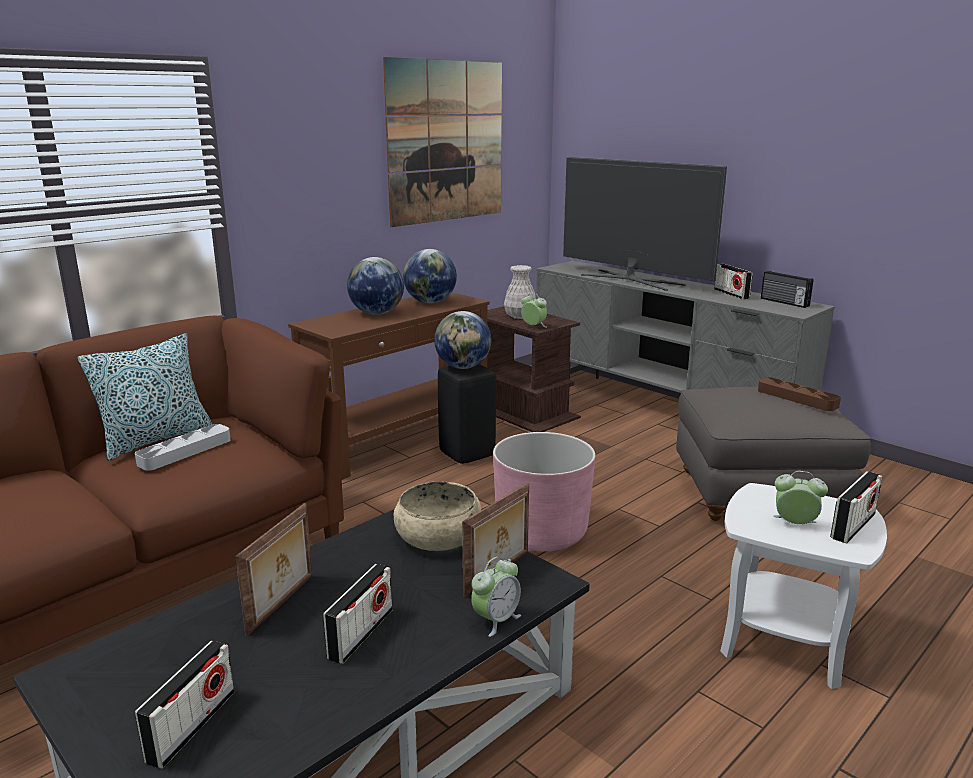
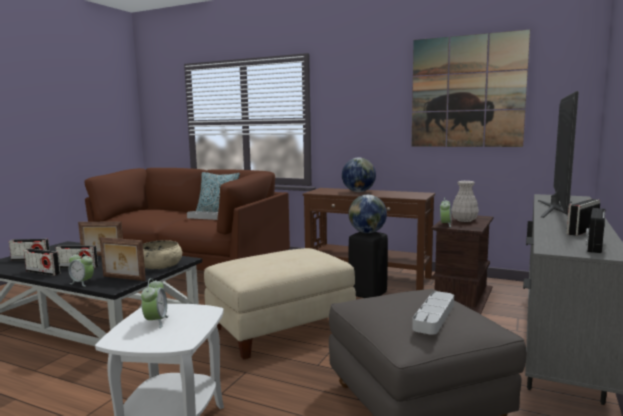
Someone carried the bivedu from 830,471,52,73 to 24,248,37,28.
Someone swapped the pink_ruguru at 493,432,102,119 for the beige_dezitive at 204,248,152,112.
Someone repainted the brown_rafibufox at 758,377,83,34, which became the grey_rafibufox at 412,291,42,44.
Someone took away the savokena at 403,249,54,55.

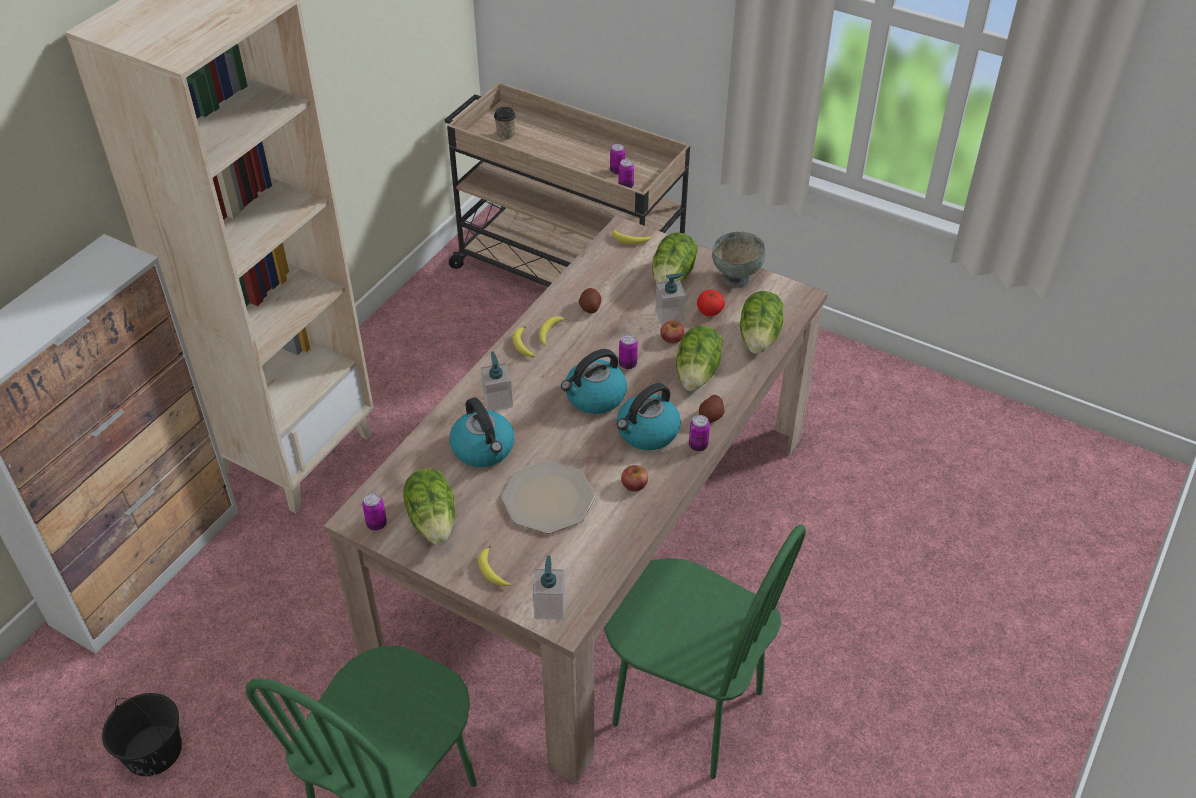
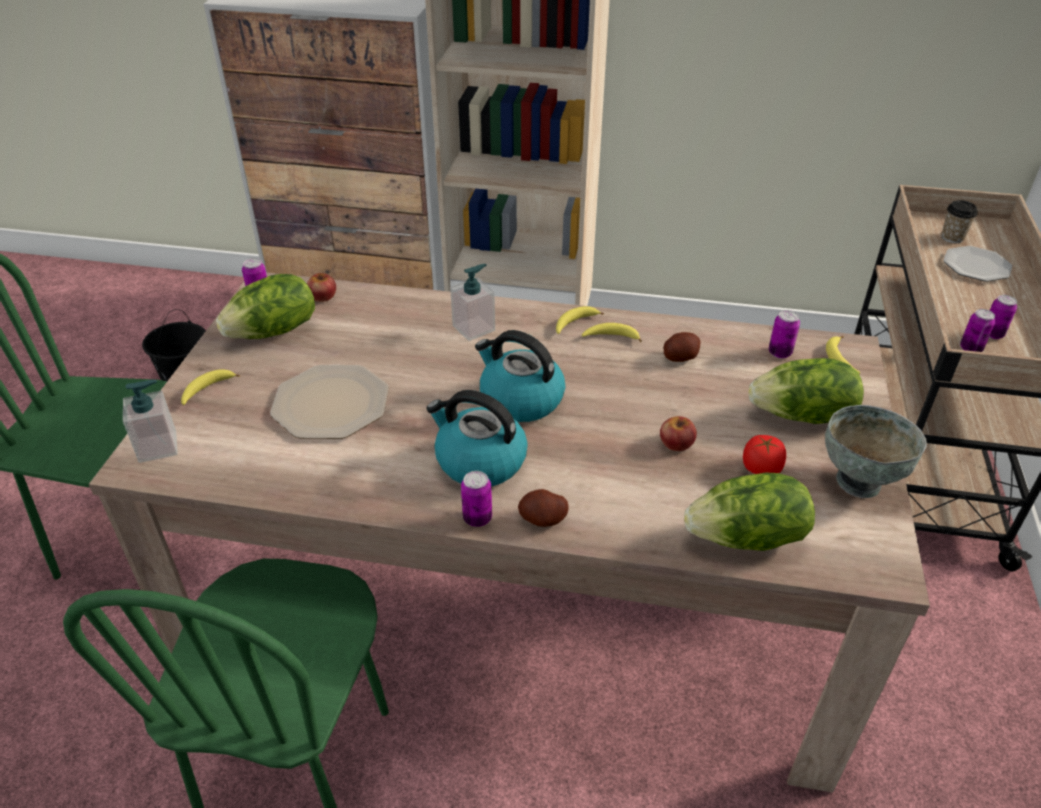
Someone carried the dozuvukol from 621,465,27,27 to 307,273,29,29.
Someone carried the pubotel from 619,334,19,35 to 769,310,31,48.
Someone put down the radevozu at 943,246,69,36.
Someone took away the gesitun at 449,397,65,70.
Someone took away the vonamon at 655,273,31,52.
Someone took away the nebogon at 676,326,46,65.

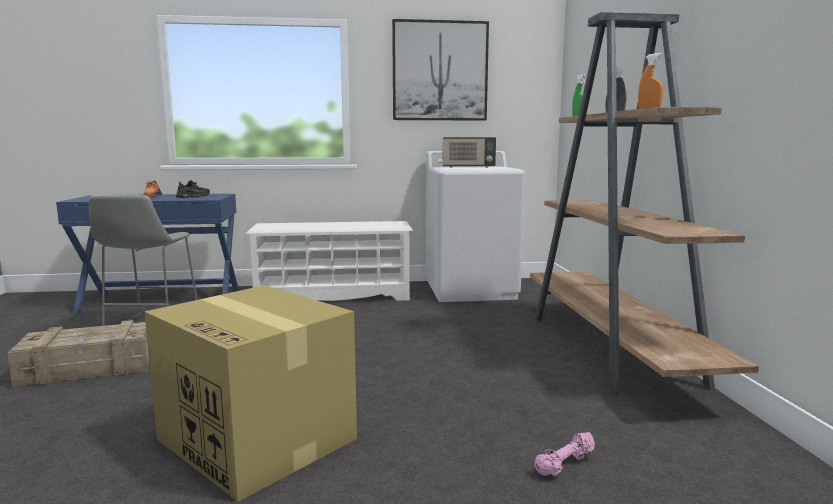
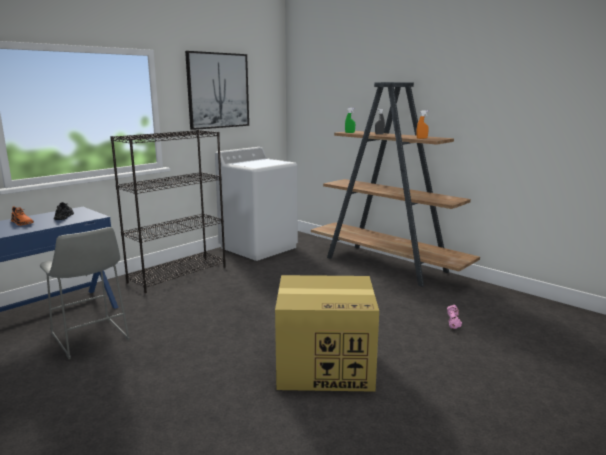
Someone swapped the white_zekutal at 246,221,167,80 for the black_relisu at 110,130,116,163.
Someone took away the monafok at 7,320,142,67.
Someone took away the bivedu at 442,137,54,31.

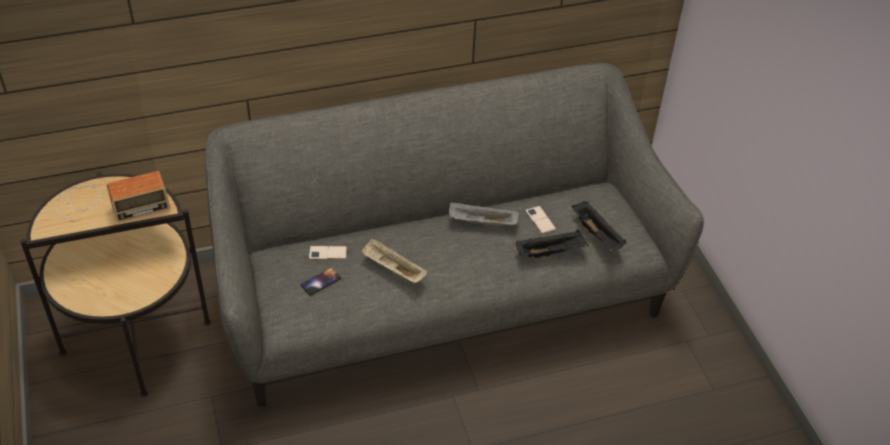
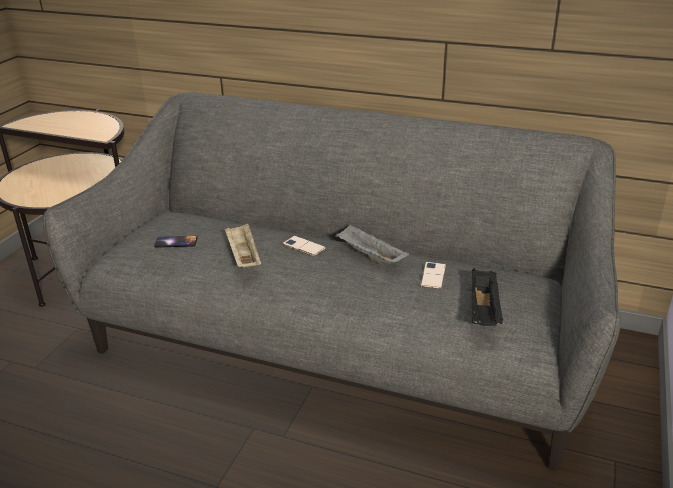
Someone carried the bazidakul from 309,246,38,14 to 282,236,44,20.
Someone took away the bivedu at 56,171,114,51.
Someone took away the black_rafibufox at 516,229,73,29.

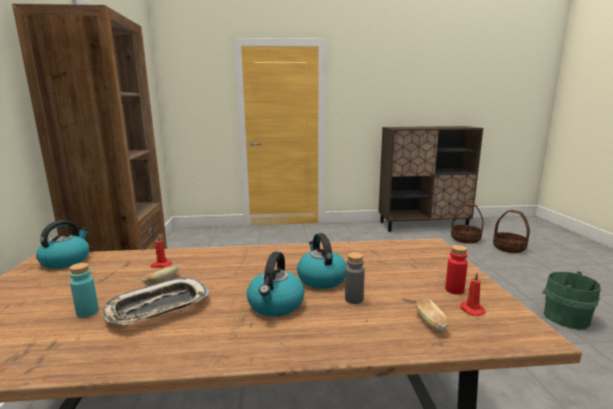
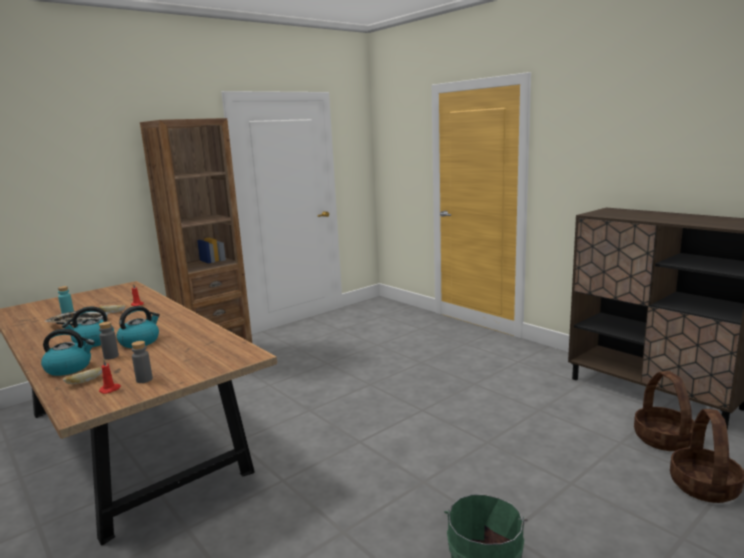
Someone carried the gesitun from 36,220,53,49 to 41,329,54,47.
Someone repainted the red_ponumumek at 445,245,23,50, which became the grey_ponumumek at 131,341,22,42.

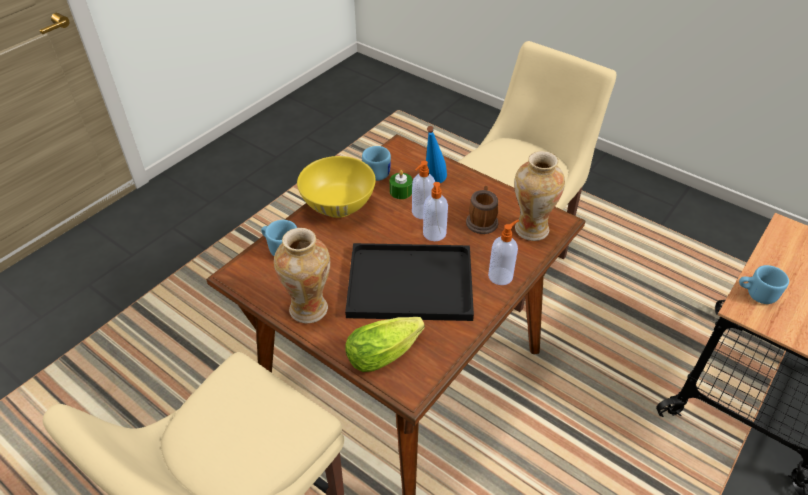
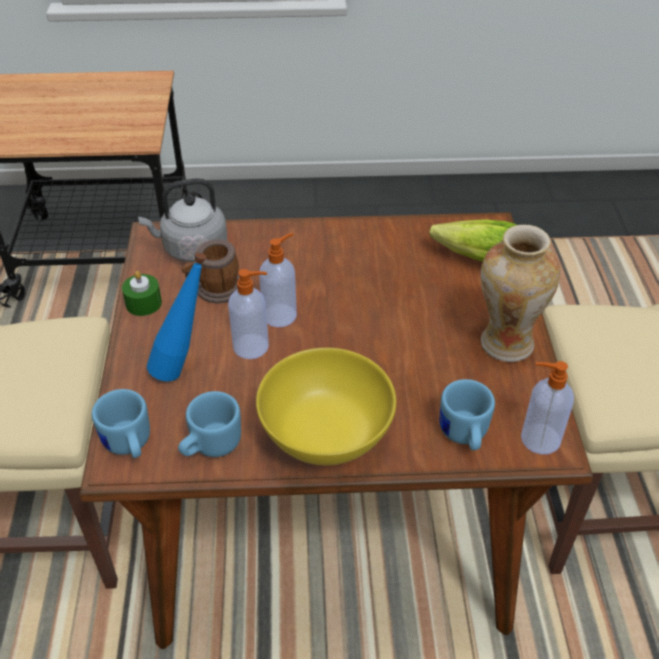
Someone carried the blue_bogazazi from 739,265,50,39 to 92,389,58,69.
Someone carried the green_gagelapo from 390,170,23,29 to 122,271,40,45.
Someone swapped the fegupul at 514,151,51,90 for the grey_gesitun at 138,178,89,84.
Someone carried the vonamon from 488,220,31,65 to 521,361,53,94.
Someone took away the black_rafibufox at 345,243,129,78.

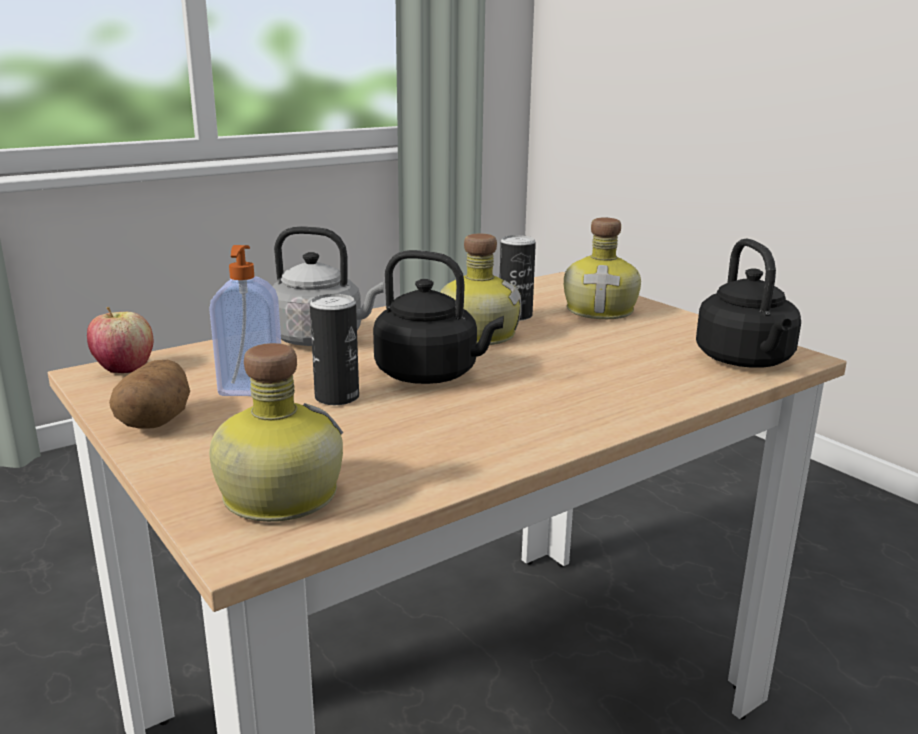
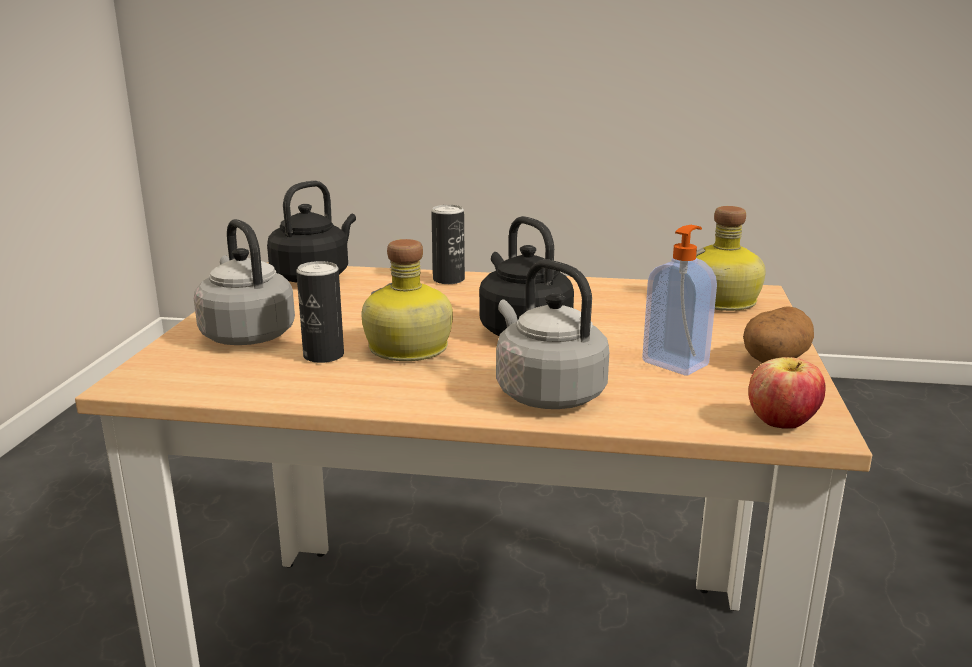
Someone swapped the ponumumek at 564,218,77,101 for the grey_gesitun at 194,219,101,126.
Someone carried the pubotel from 310,294,49,111 to 431,205,34,79.

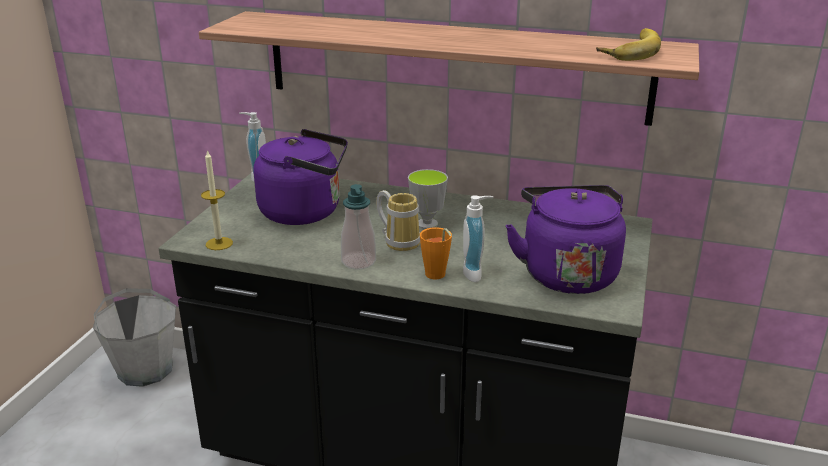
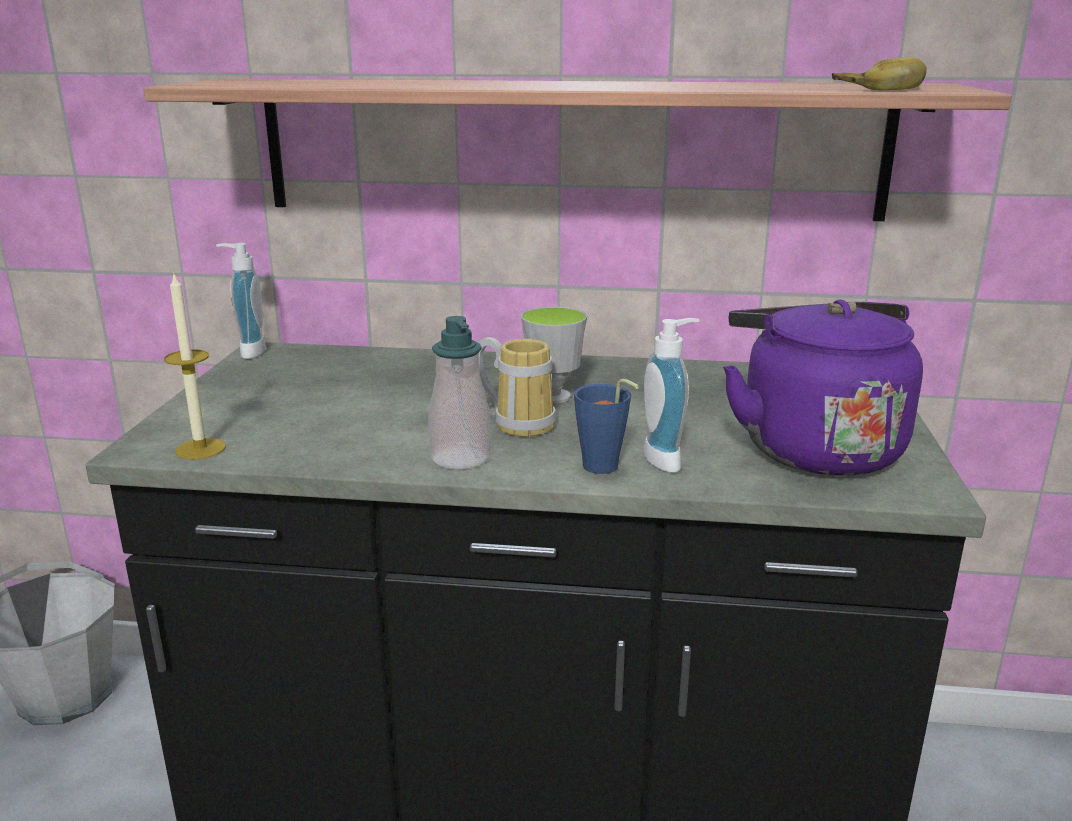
Someone repainted the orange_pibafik at 420,227,32,52, which became the blue_pibafik at 574,379,65,95.
Someone took away the purple_gesitun at 253,129,95,96.

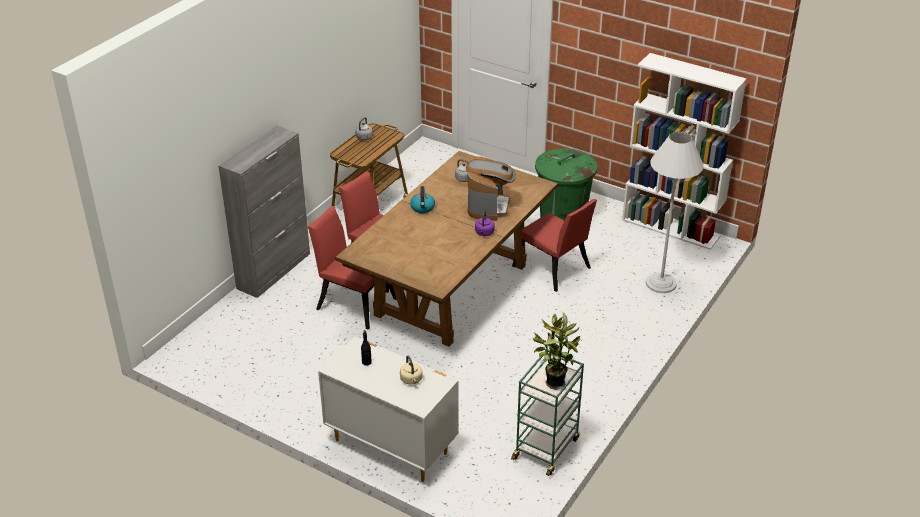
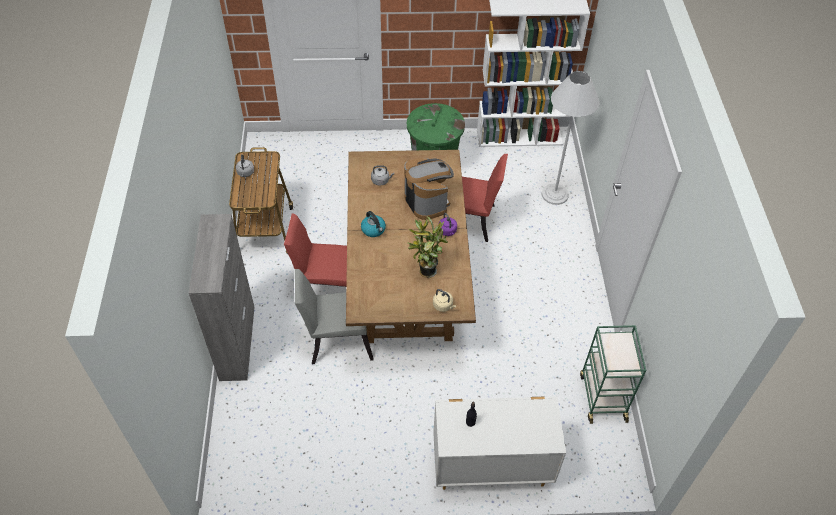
Someone repainted the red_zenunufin at 308,206,89,123, which became the grey_zenunufin at 295,269,79,95.
Someone carried the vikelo from 533,312,47,78 to 408,217,40,61.
Someone carried the beige_gesitun from 400,355,23,30 to 433,289,23,23.

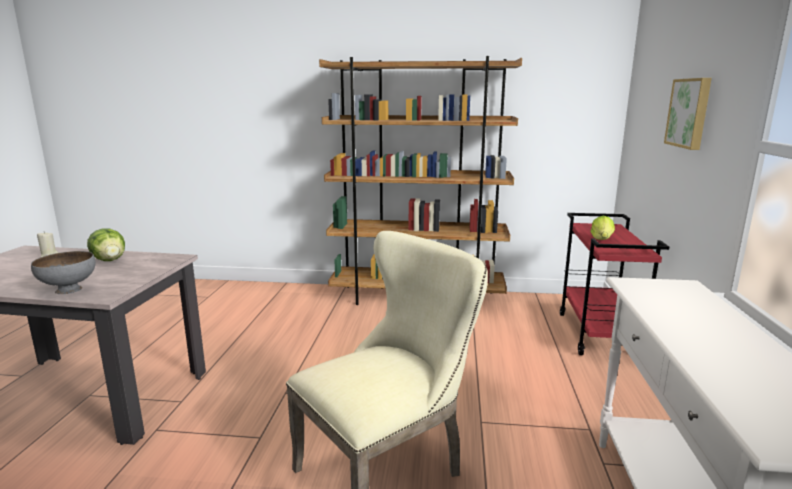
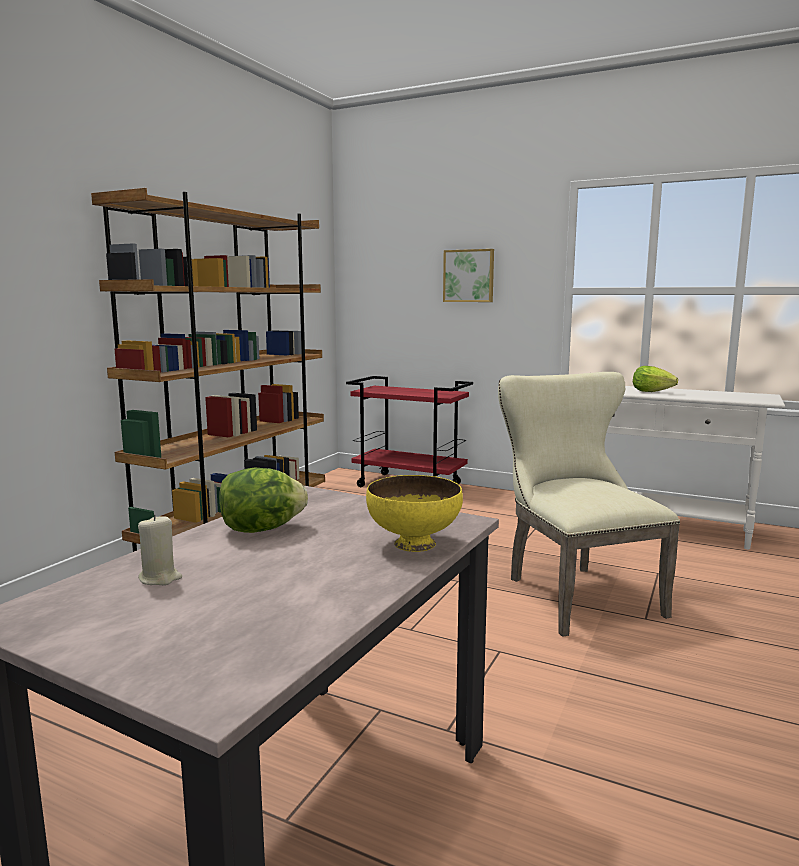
Someone repainted the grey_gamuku at 31,251,65,43, which became the yellow_gamuku at 366,475,97,77.
Someone carried the nebogon from 591,216,24,24 to 633,366,45,26.

